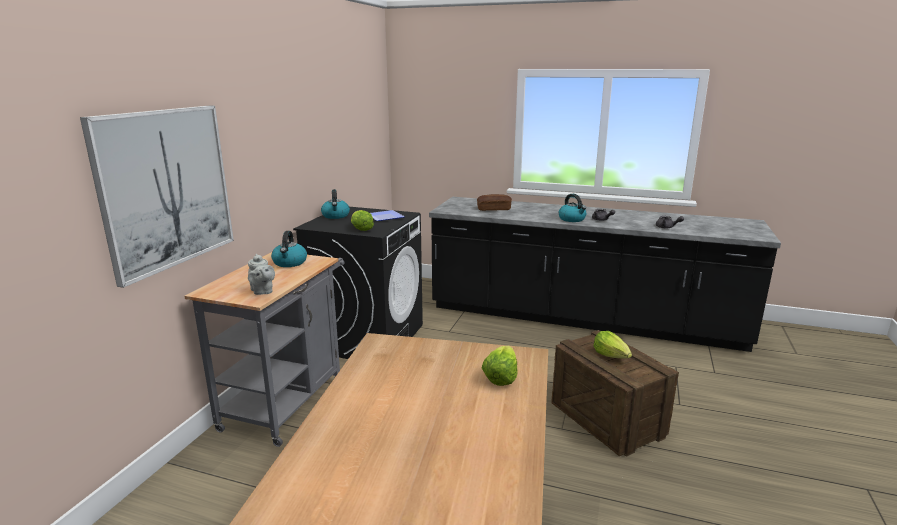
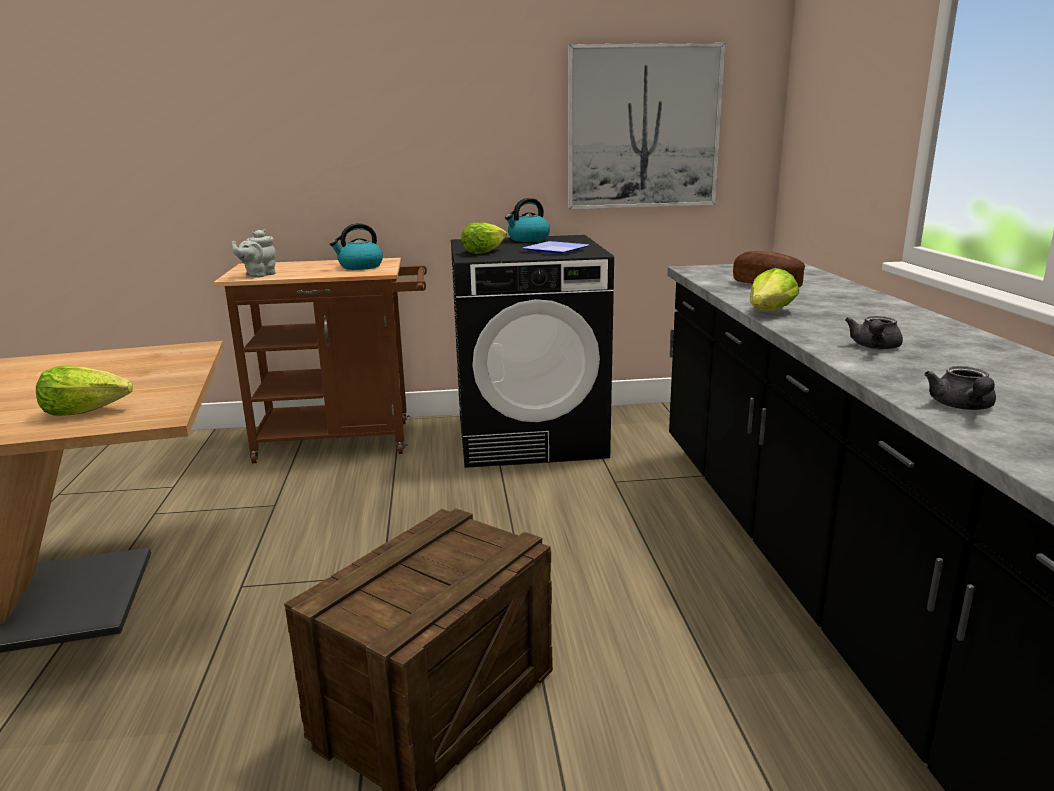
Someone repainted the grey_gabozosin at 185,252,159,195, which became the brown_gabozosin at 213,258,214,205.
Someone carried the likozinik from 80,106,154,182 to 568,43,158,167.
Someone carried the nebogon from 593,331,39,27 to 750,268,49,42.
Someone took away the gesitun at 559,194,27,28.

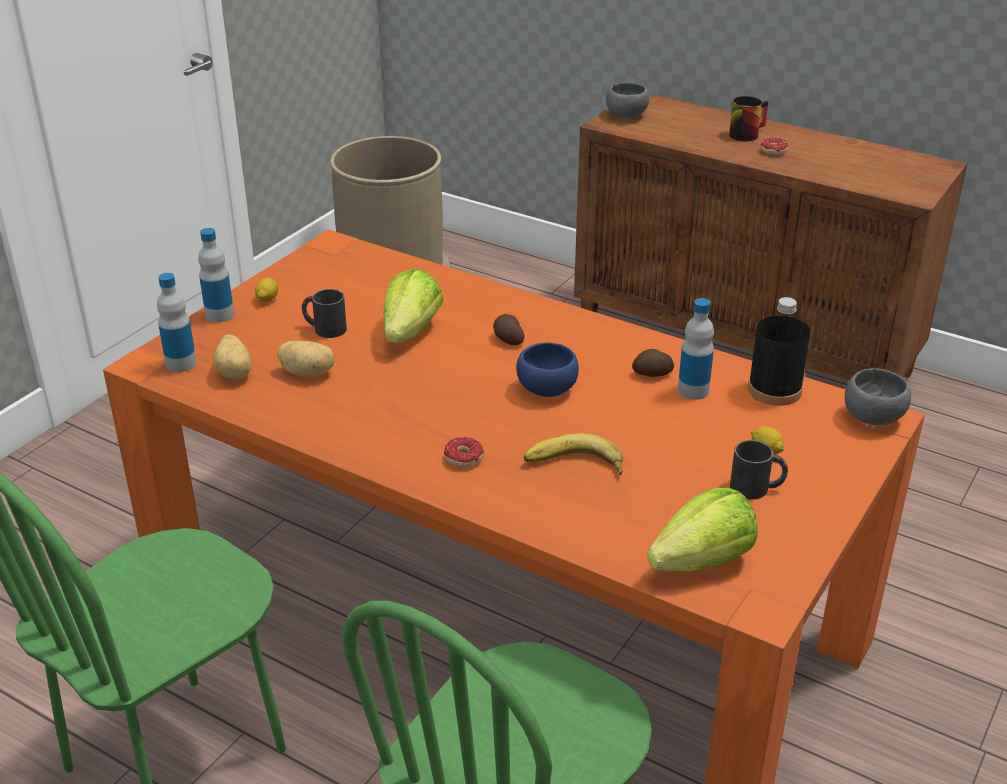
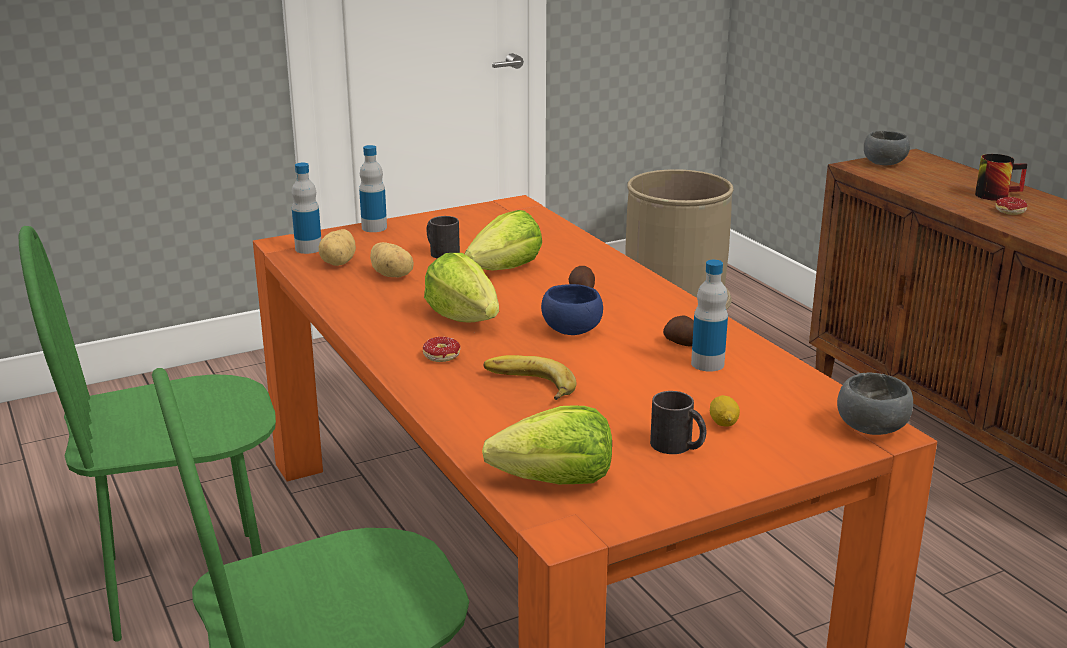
Someone put down the nebogon at 424,253,75,70.
Someone took away the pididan at 255,278,23,24.
Someone took away the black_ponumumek at 748,297,63,109.

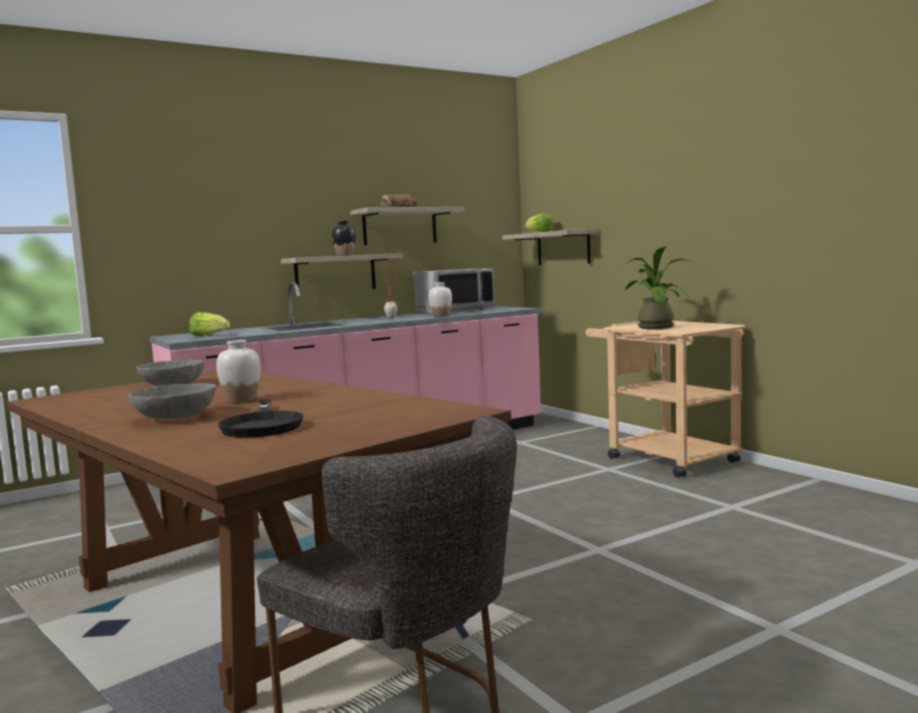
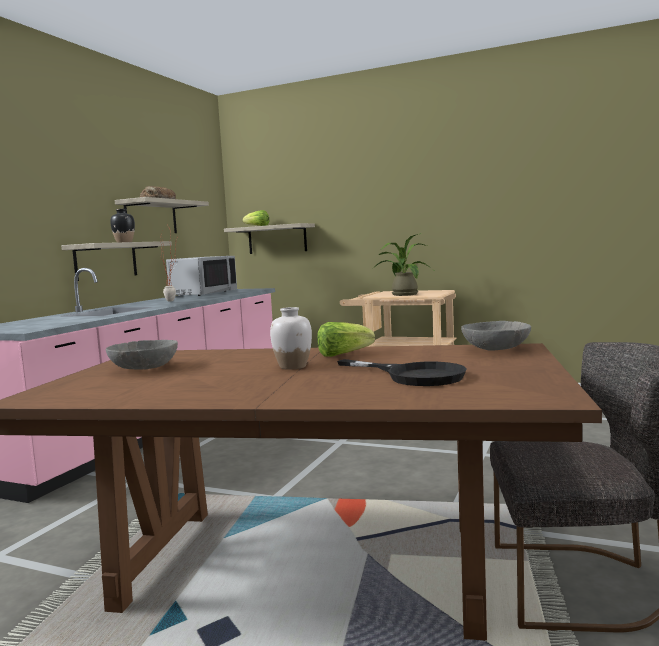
Someone carried the nebogon from 189,312,41,24 to 317,322,58,35.
Someone carried the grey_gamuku from 129,383,87,36 to 461,321,70,30.
Someone took away the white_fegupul at 429,282,23,35.

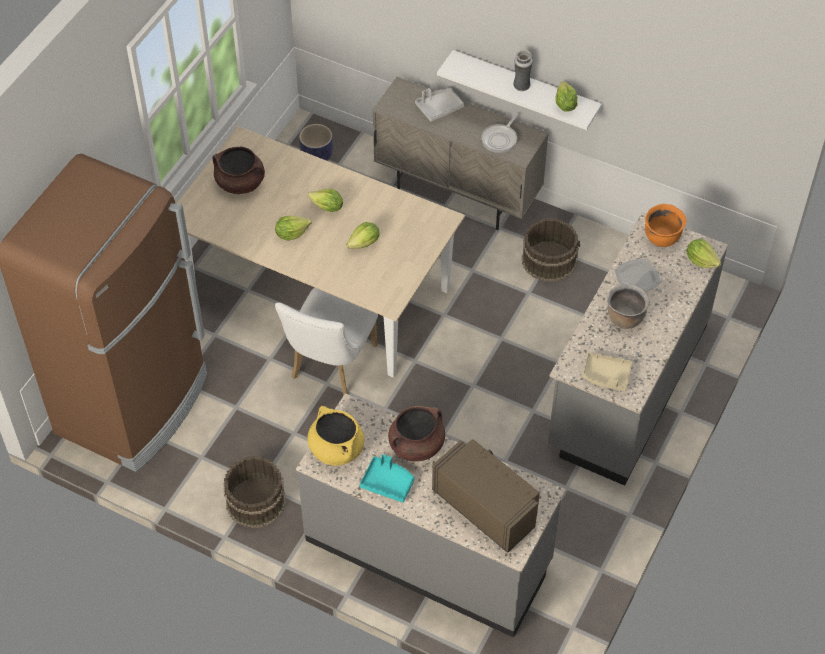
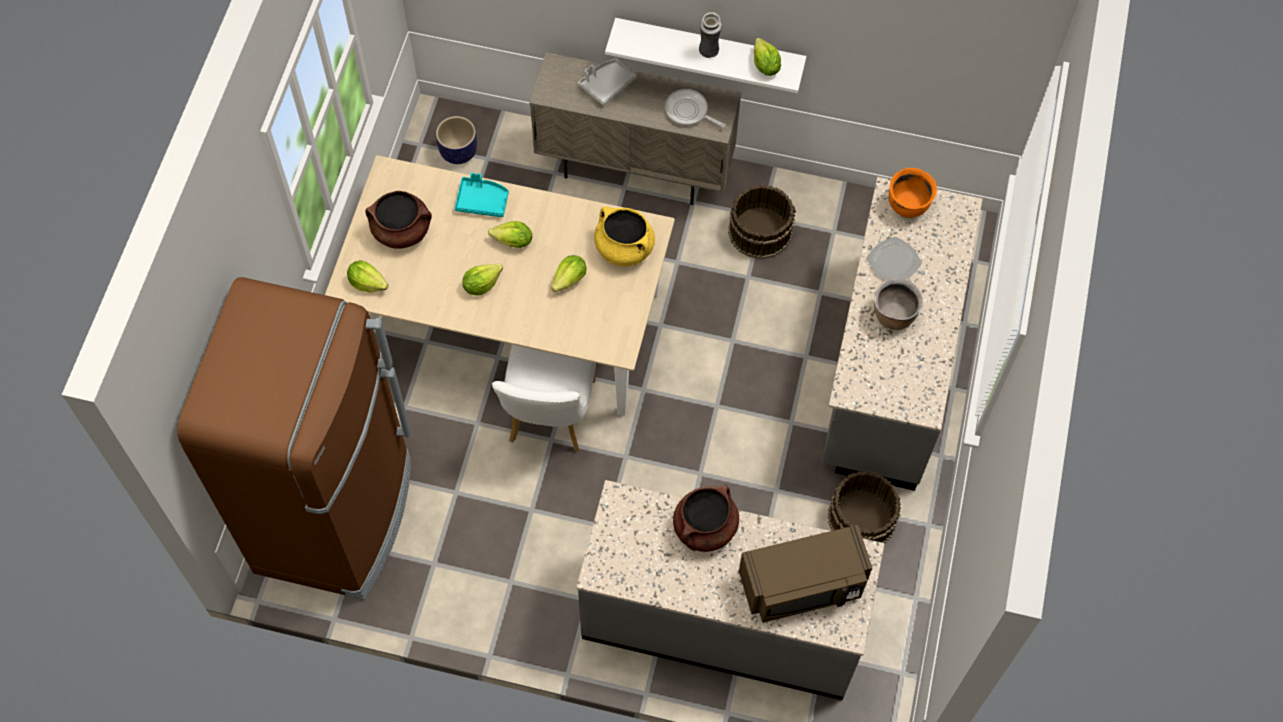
Someone carried the nebogon from 687,239,35,29 to 347,260,42,32.
Someone carried the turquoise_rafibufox from 360,454,54,49 to 455,173,54,44.
Someone carried the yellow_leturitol from 307,406,57,60 to 594,206,61,61.
Someone rotated the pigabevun at 481,113,38,40 by 105 degrees clockwise.
Someone rotated the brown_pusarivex at 432,439,108,114 by 135 degrees clockwise.
Someone carried the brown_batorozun from 223,456,63,72 to 828,471,73,72.
Someone took away the beige_rafibufox at 582,352,50,39.

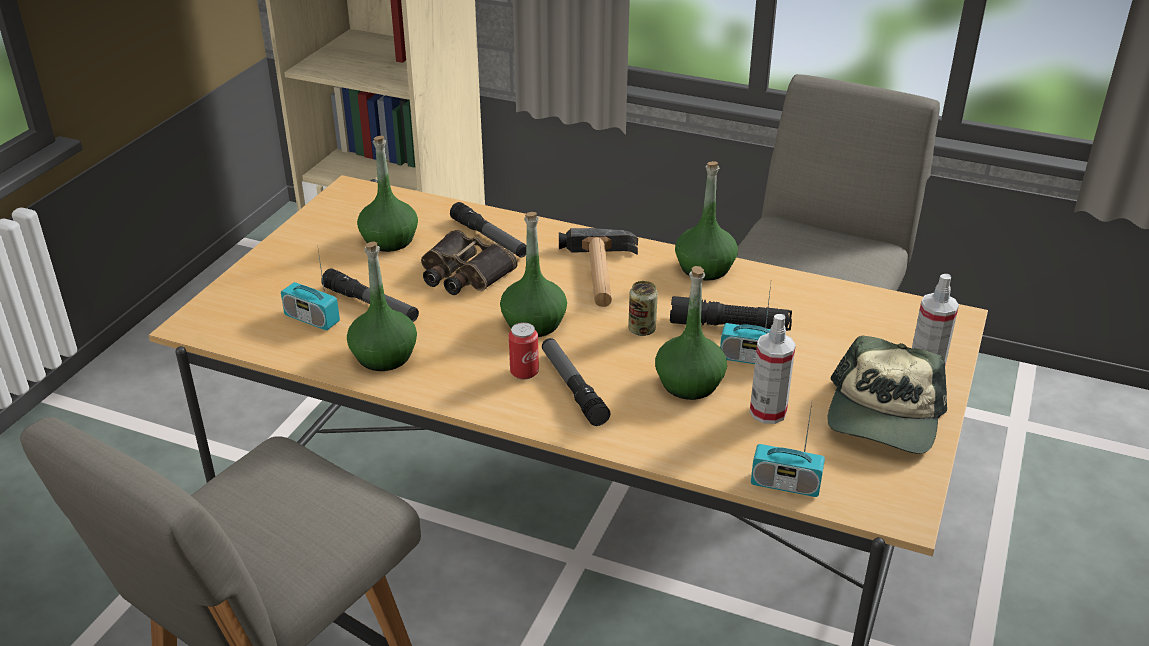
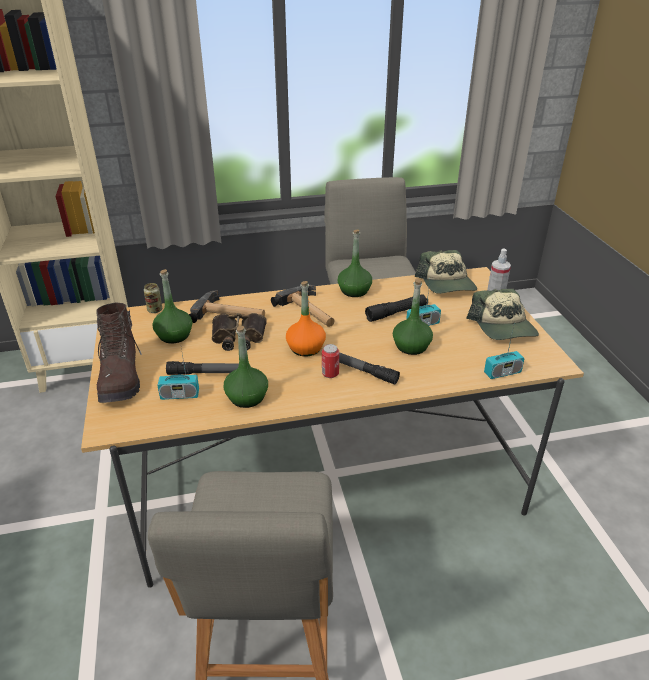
Someone put down the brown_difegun at 96,302,46,101.
Someone carried the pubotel from 628,281,30,55 to 144,283,18,30.
Someone swapped the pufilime at 450,202,76,55 for the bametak at 189,290,76,33.
Someone repainted the green_ponumumek at 500,212,67,125, which became the orange_ponumumek at 286,281,40,76.
Someone put down the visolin at 414,250,63,44.
Someone took away the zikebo at 750,314,46,110.

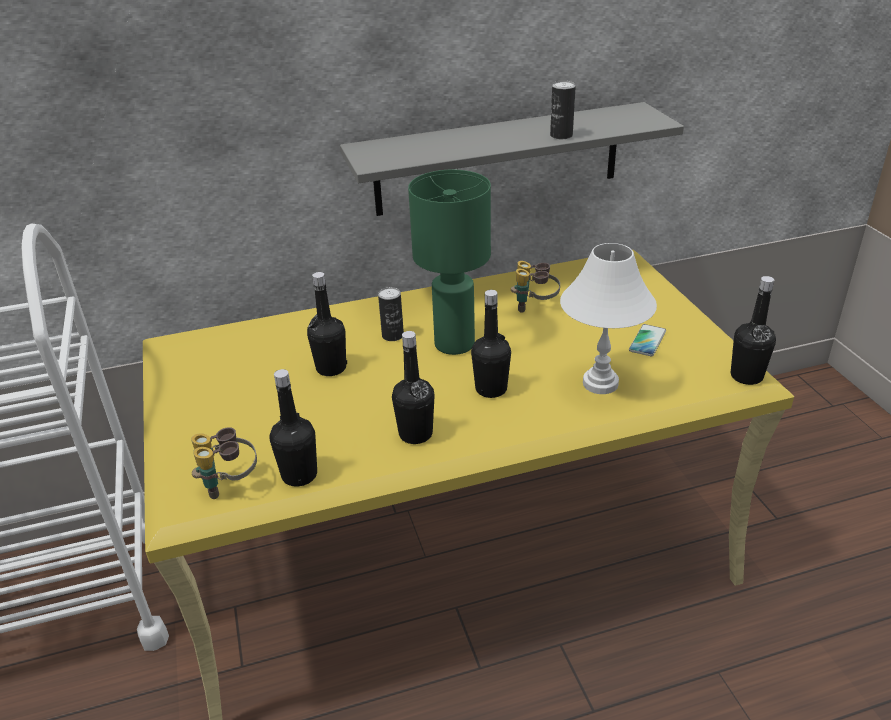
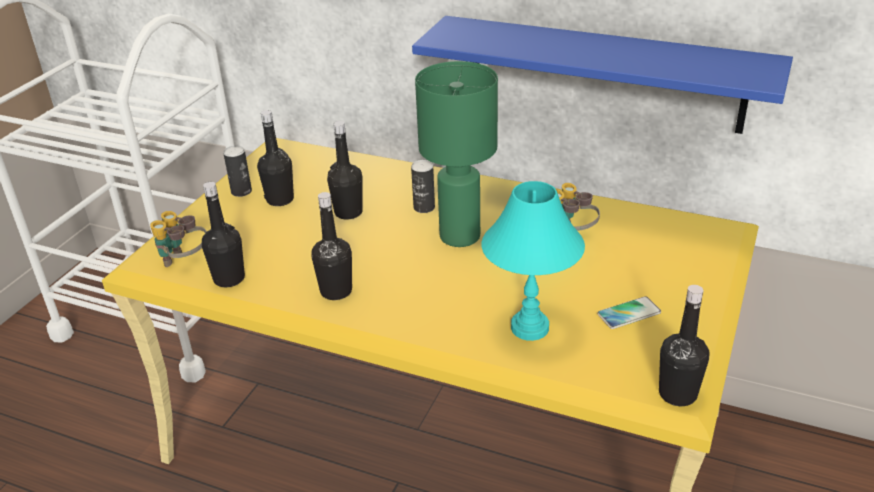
Someone carried the pubotel from 550,81,26,58 to 223,145,29,52.
Someone carried the black_ponumumek from 471,290,40,108 to 257,110,37,96.
Someone repainted the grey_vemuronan at 340,102,344,114, which became the blue_vemuronan at 412,16,381,118.
Someone repainted the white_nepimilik at 560,243,97,151, which became the turquoise_nepimilik at 481,181,104,160.

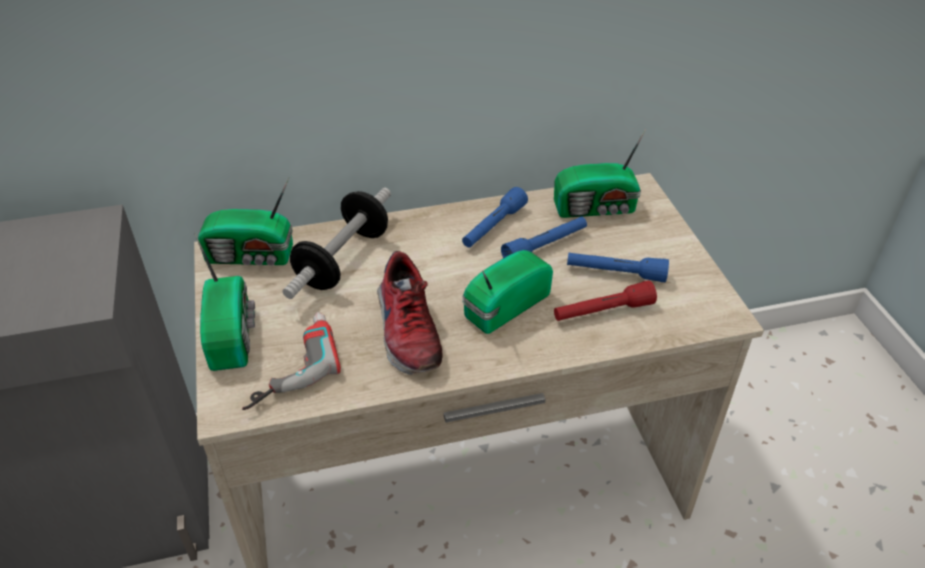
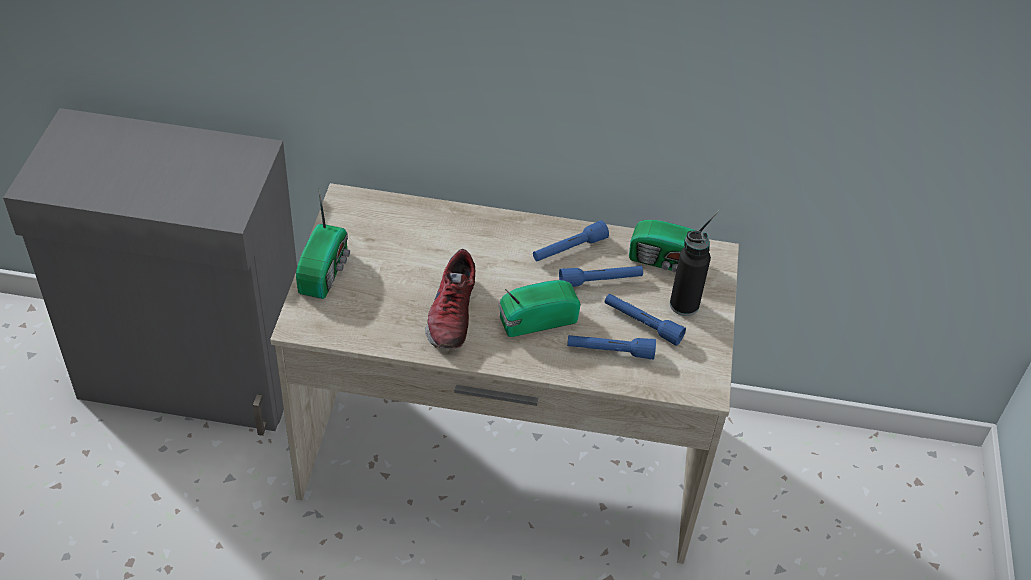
Someone repainted the red_pufilime at 554,280,103,41, which became the blue_pufilime at 567,335,89,25.
Someone put down the black_ponumumek at 670,231,41,85.
Someone took away the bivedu at 198,177,95,89.
Someone took away the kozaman at 242,312,99,98.
Someone took away the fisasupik at 282,187,109,112.

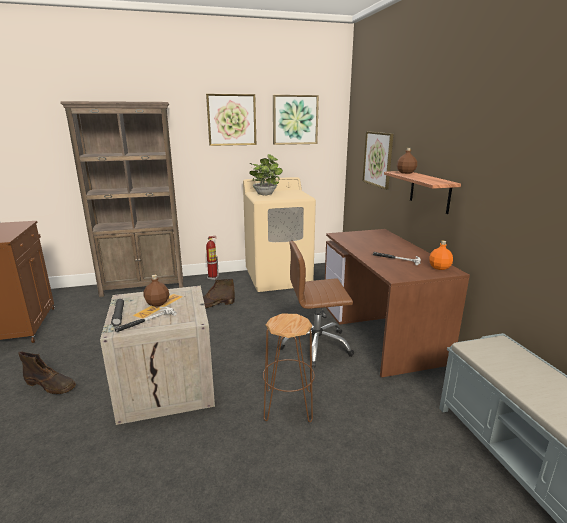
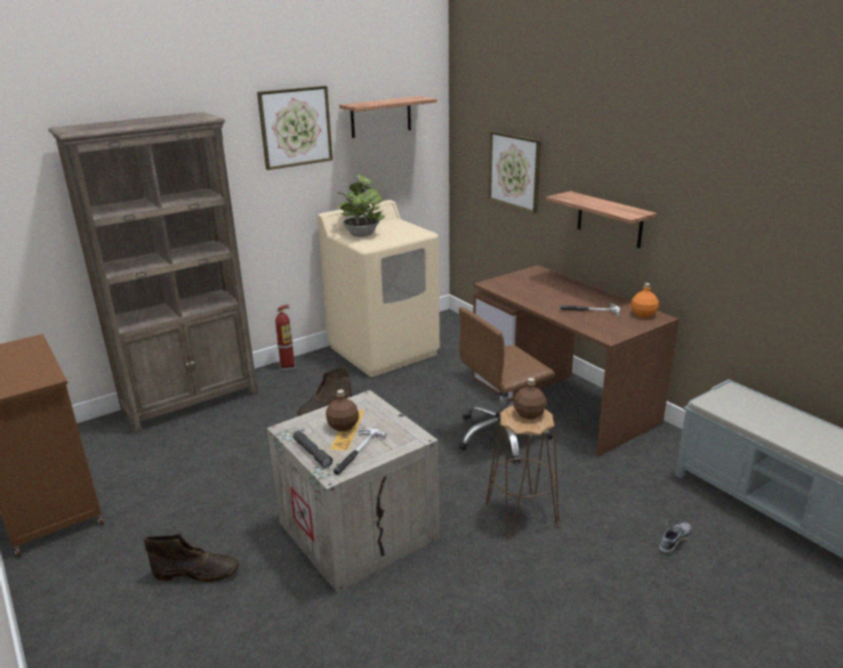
Someone swapped the likozinik at 273,95,46,50 for the vemuronan at 339,96,98,42.
Someone carried the brown_ponumumek from 397,148,20,26 to 514,378,33,41.
Someone put down the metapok at 659,520,33,33.

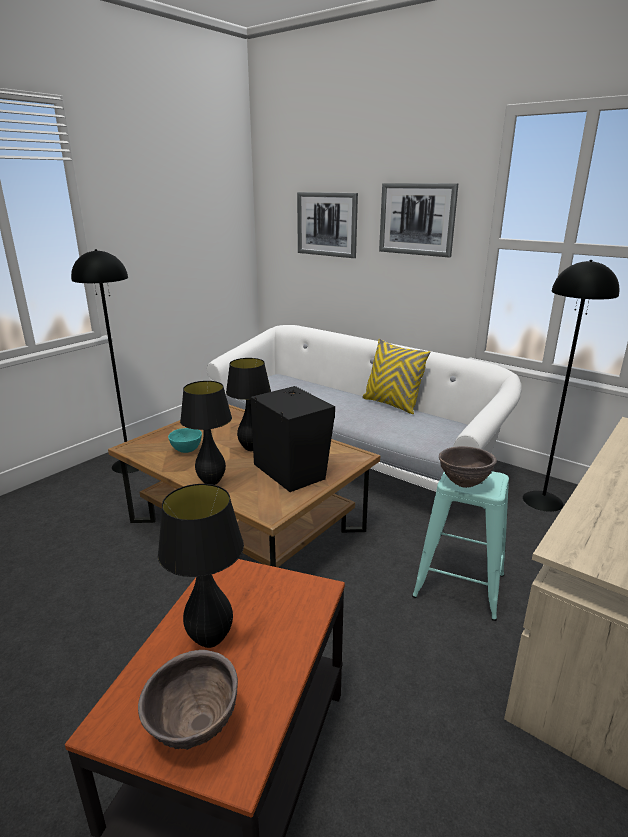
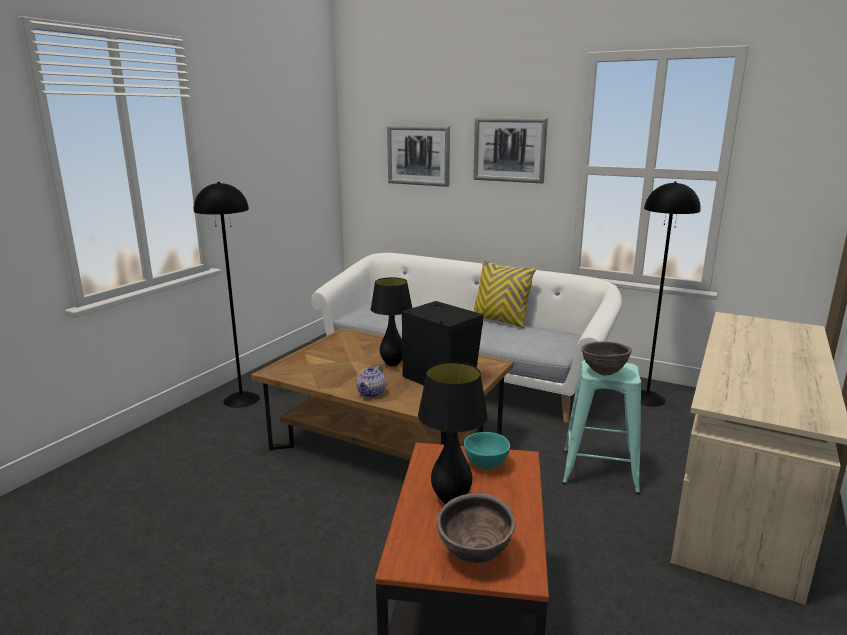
Someone swapped the black_nepimilik at 180,381,52,104 for the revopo at 356,365,30,32.
Someone carried the turquoise_gamuku from 168,428,34,25 to 464,432,46,37.

